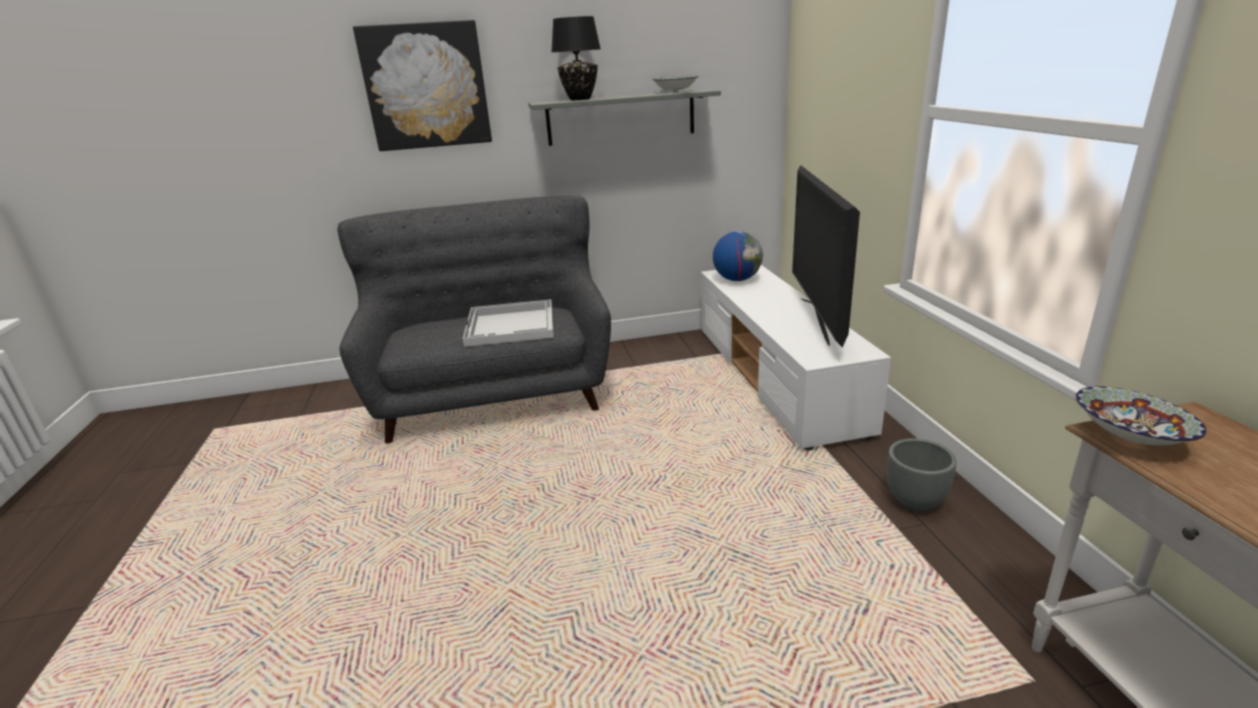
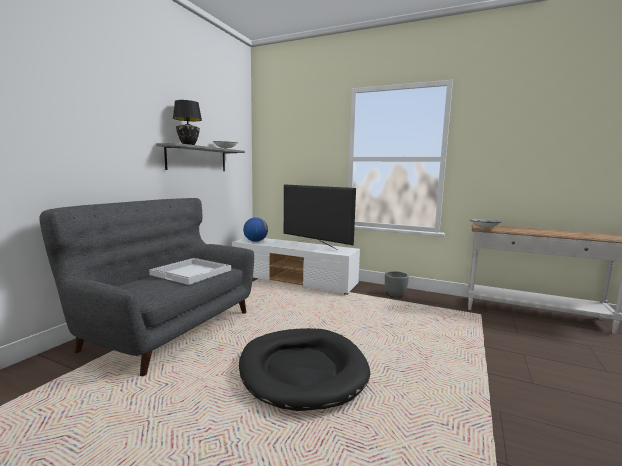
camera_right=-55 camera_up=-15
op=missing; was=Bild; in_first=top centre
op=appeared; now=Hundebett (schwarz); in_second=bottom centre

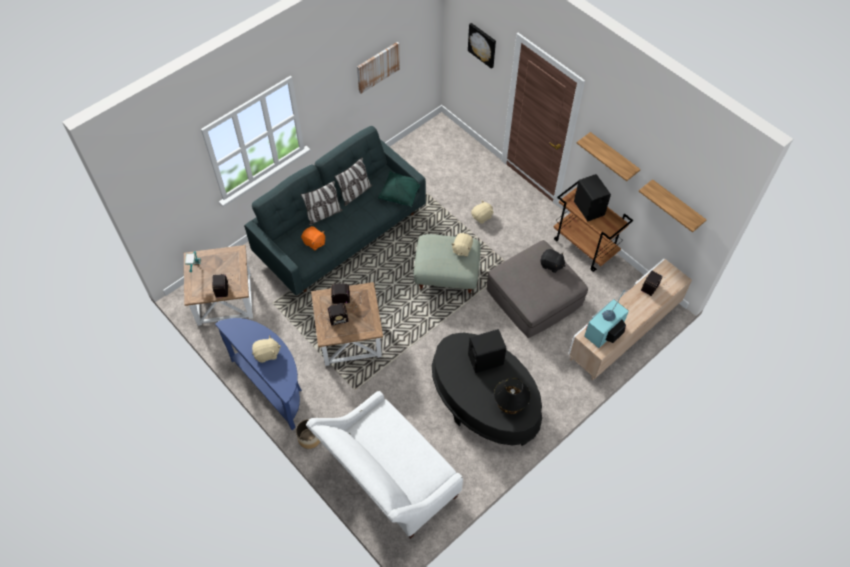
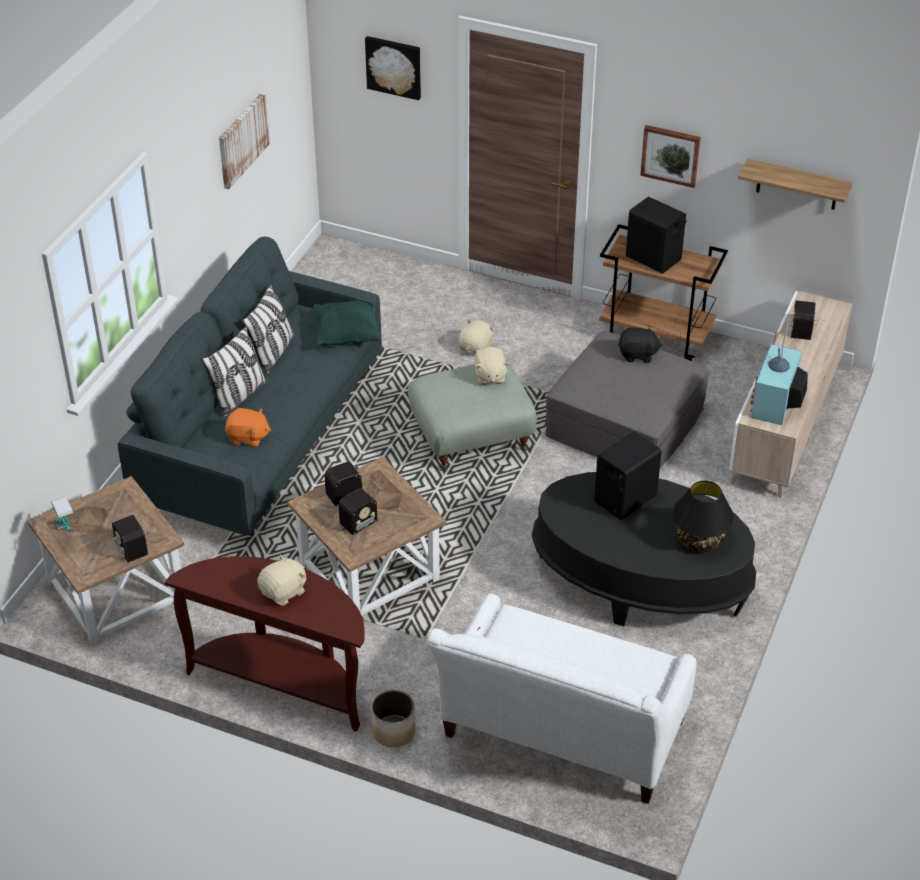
camera_right=-25 camera_up=-15
op=exchanged; was=Wandregal (no. 1 from left); now=Bild (no. 3 from left); in_first=top right; in_second=top right
op=colour; was=Konsolentisch (blau); now=Konsolentisch (braun); in_first=middle left; in_second=bottom left

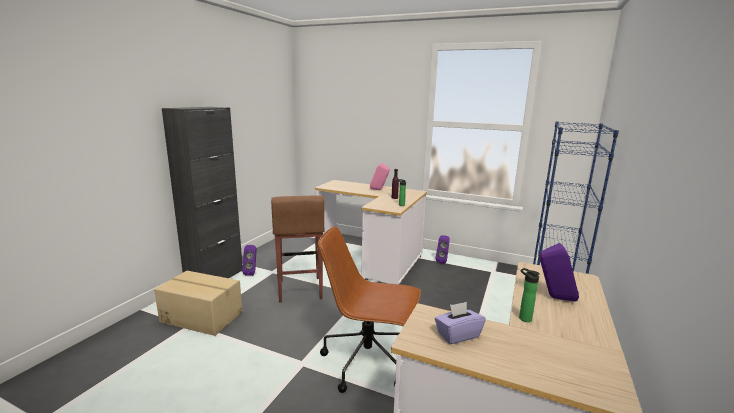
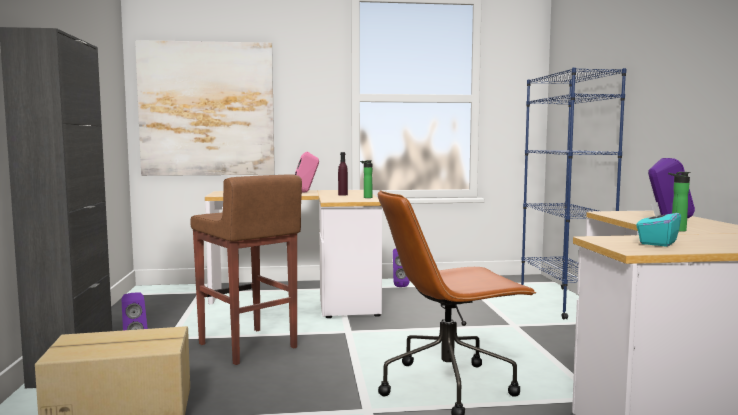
camera_right=-30 camera_up=-10
op=appeared; now=Bild; in_second=top left
op=colour; was=Taschentuchbox (lila); now=Taschentuchbox (türkis); in_first=bottom centre; in_second=middle right

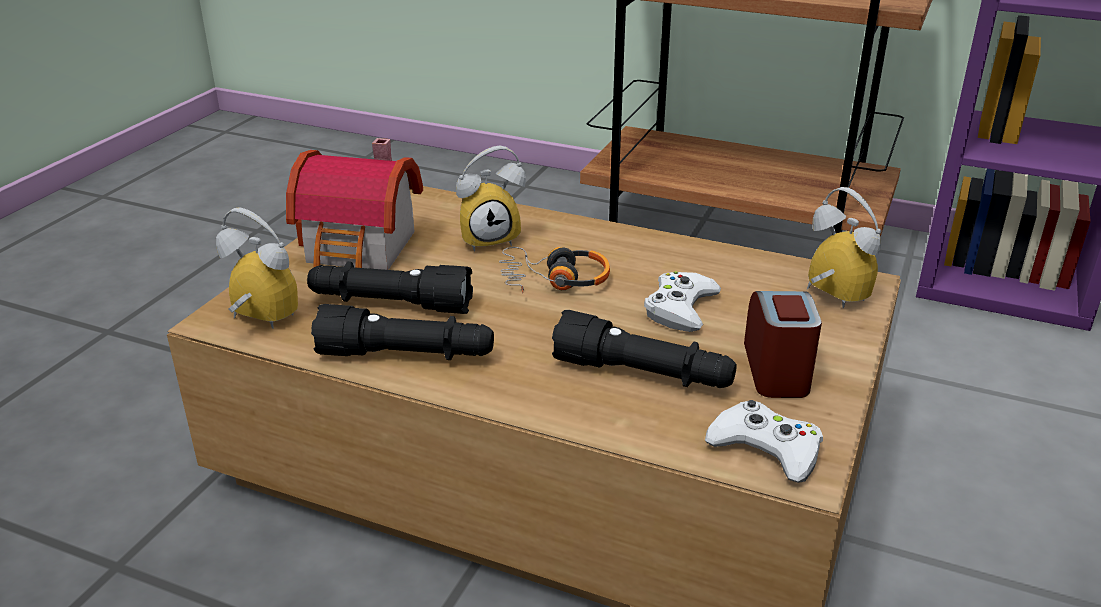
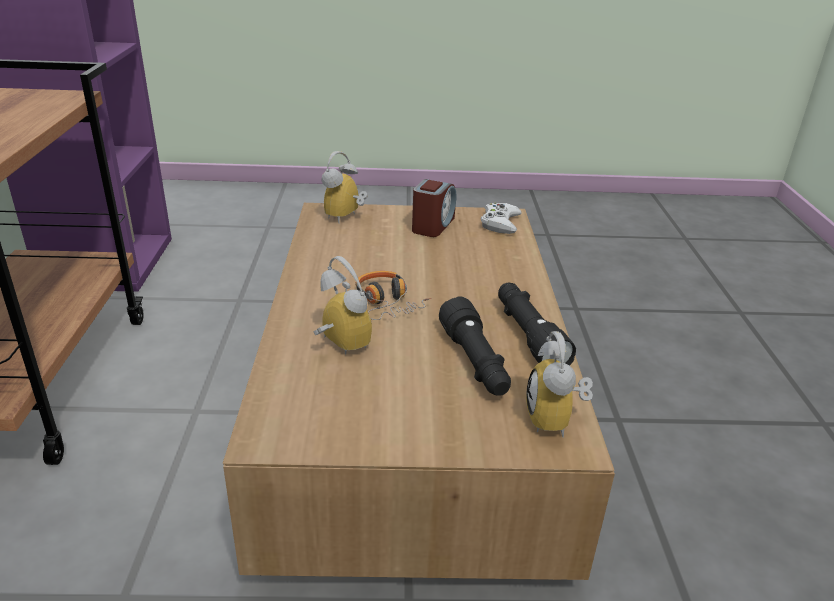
camera_right=-115 camera_up=0
op=missing; was=Spielzeughaus; in_first=middle left
op=missing; was=Taschenlampe (schwarz) (no. 3 from left); in_first=centre
op=missing; was=Gamepad (weiß) (no. 1 from left); in_first=centre
op=spun; was=Wecker (no. 3 from left); in_first=middle right; in_second=centre; clockwise=135

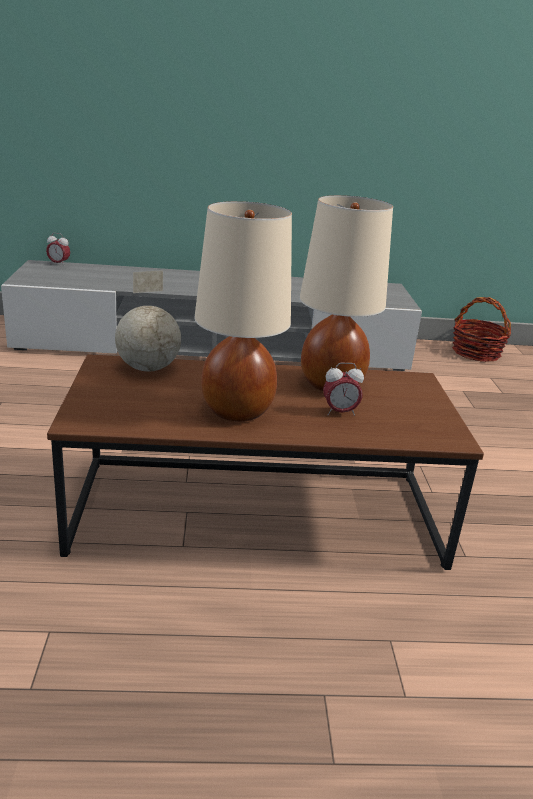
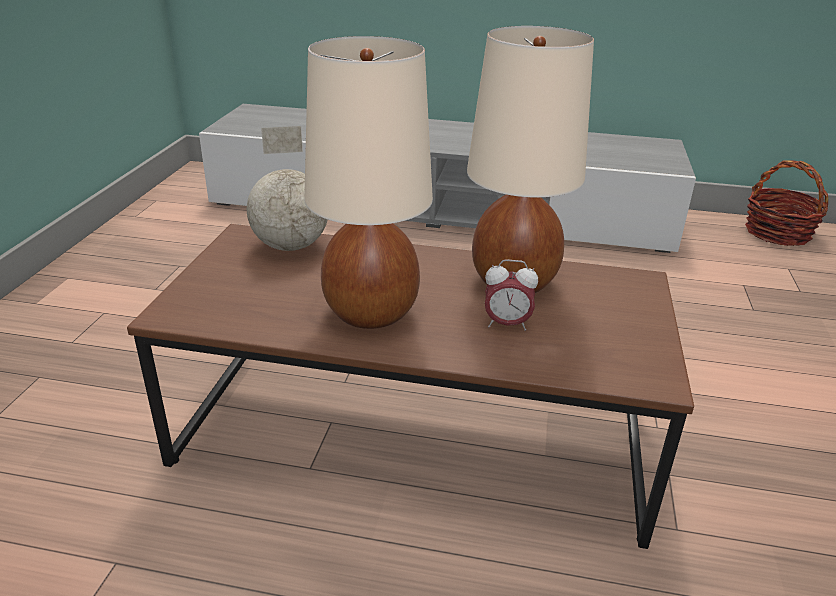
camera_right=15 camera_up=5
op=missing; was=Wecker (no. 1 from left); in_first=top left

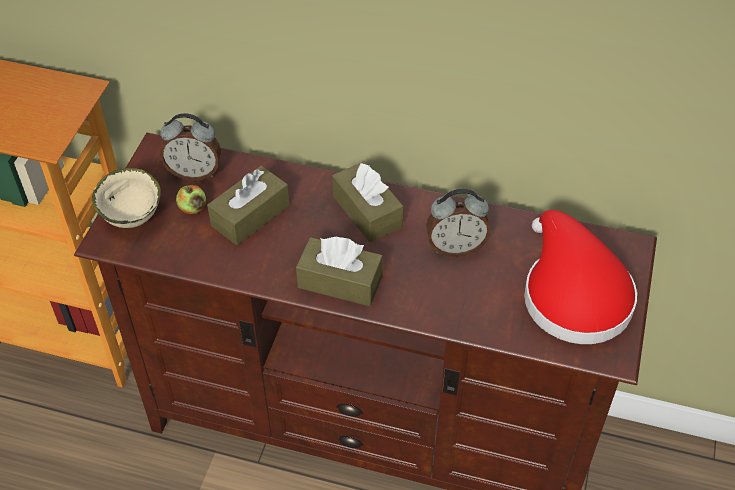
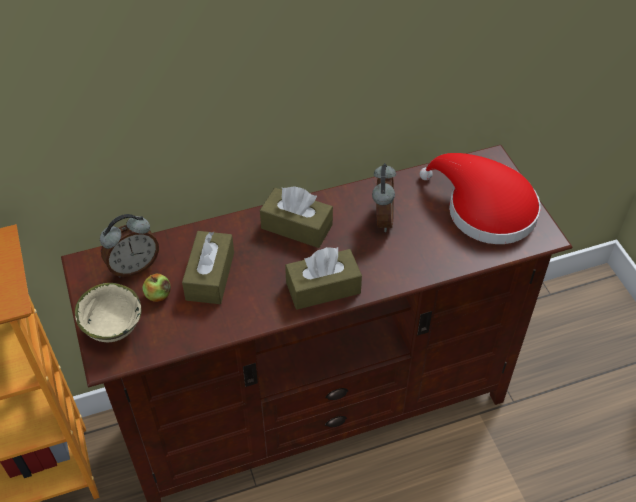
camera_right=-35 camera_up=0
op=spun; was=Wecker (no. 2 from left); in_first=centre; in_second=centre; clockwise=-45

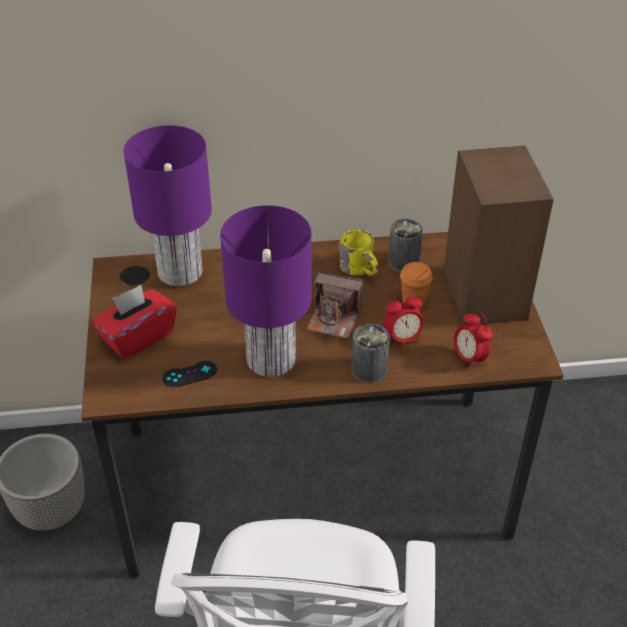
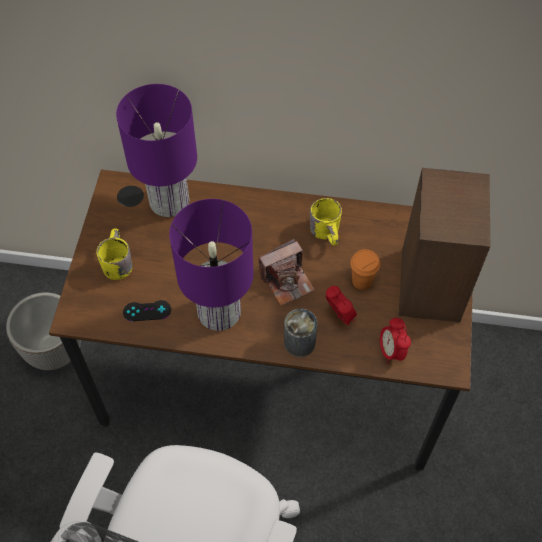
camera_right=15 camera_up=15
op=missing; was=Dose (no. 2 from left); in_first=centre
op=exchanged; was=Taschentuchbox (rot); now=Henkelbecher (gelb) (no. 1 from left); in_first=middle left; in_second=middle left
op=spun; was=Kamera; in_first=centre; in_second=centre; clockwise=-60
op=spun; was=Wecker (no. 1 from left); in_first=centre; in_second=centre; clockwise=-120

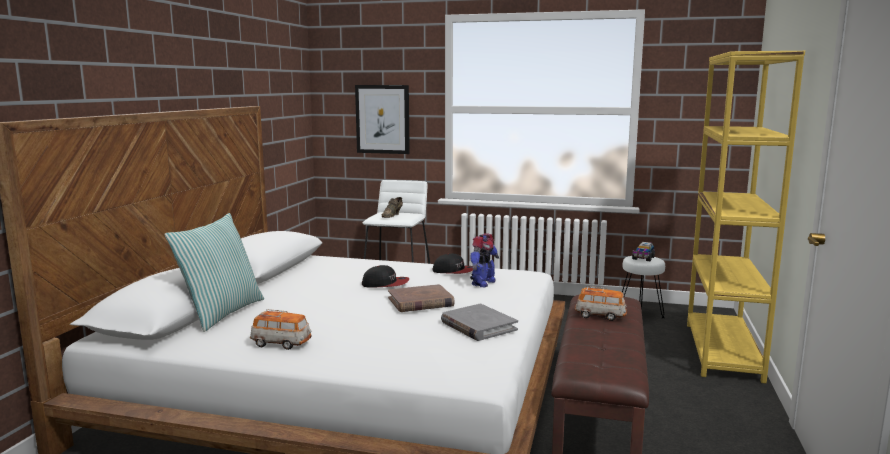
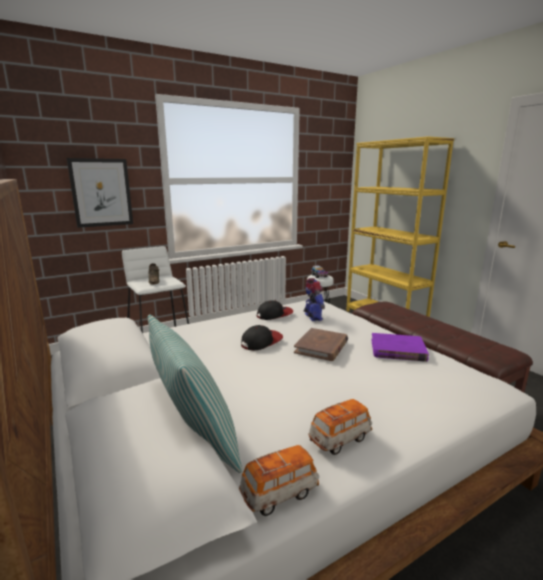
camera_right=-45 camera_up=5
op=relocated; was=Spielzeugauto (no. 2 from left in the first image); now=Spielzeugauto (no. 1 from left); in_first=bottom right; in_second=bottom centre
op=colour; was=Buch (grau); now=Buch (lila); in_first=bottom centre; in_second=middle right

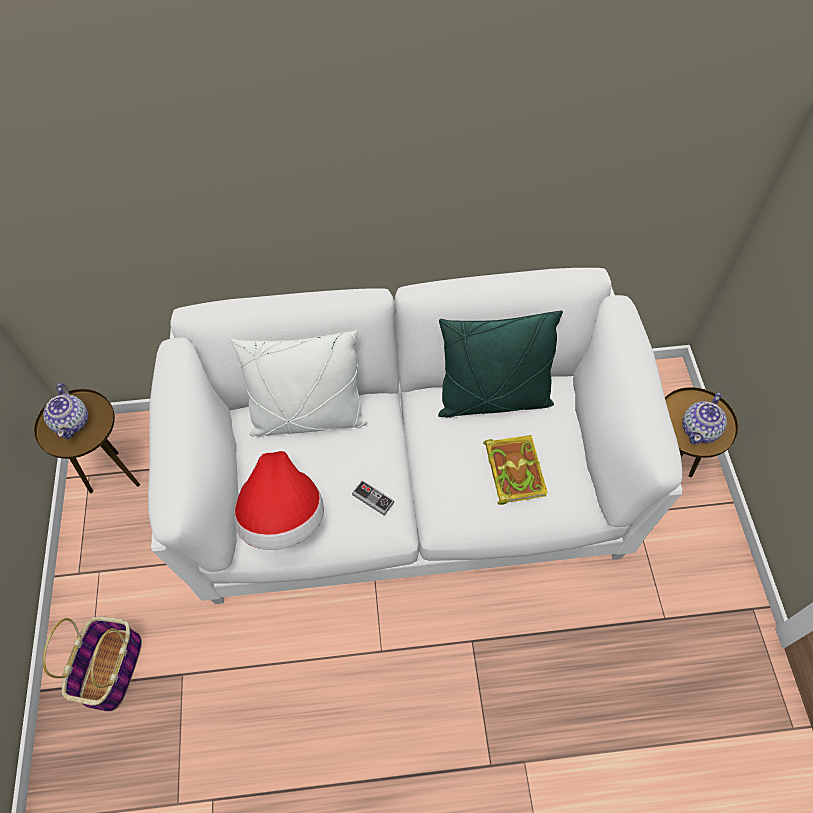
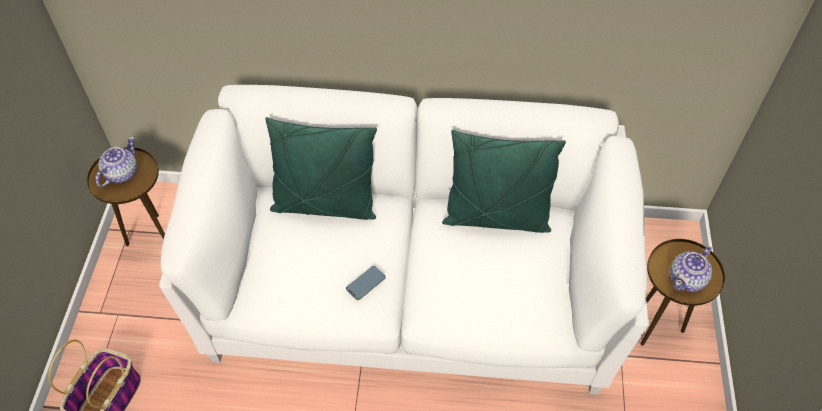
camera_right=10 camera_up=-5
op=missing; was=Hut; in_first=centre
op=missing; was=Buch; in_first=centre
op=exchanged; was=Gamepad; now=Handy; in_first=centre; in_second=bottom centre
op=colour; was=Kissen (weiß); now=Kissen (grün) (no. 1 from left); in_first=centre; in_second=centre
op=spun; was=Teekanne (no. 1 from left); in_first=middle left; in_second=middle left; clockwise=-150

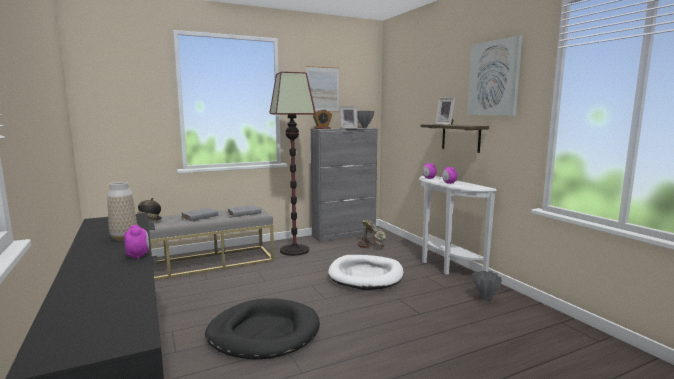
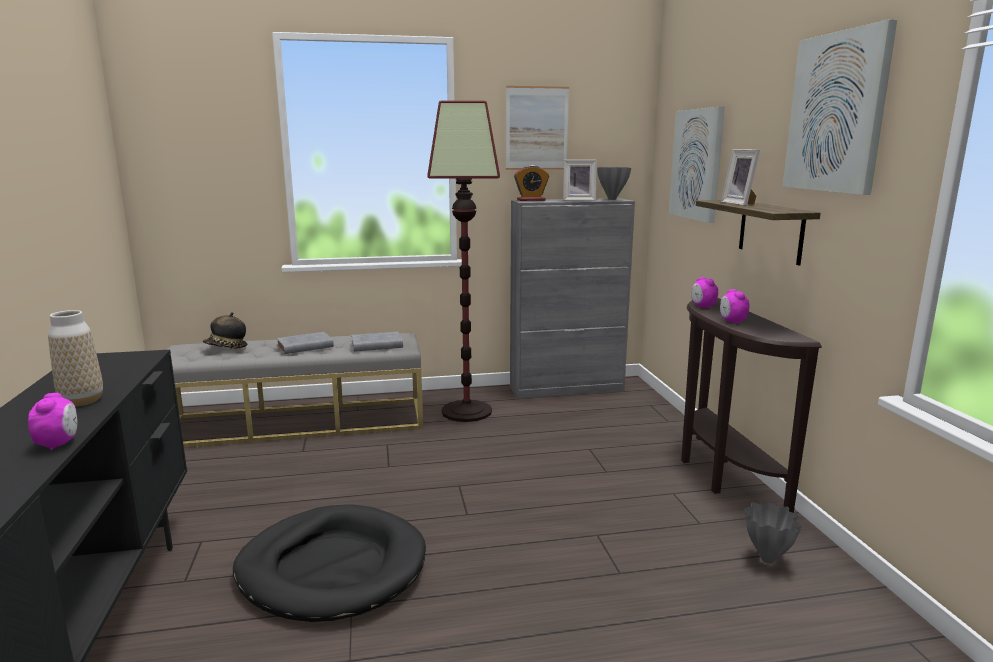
camera_right=15 camera_up=5
op=missing; was=Hundebett (weiß); in_first=bottom centre
op=missing; was=Topfpflanze; in_first=centre
op=appeared; now=Bild (no. 2 from left); in_second=top right
op=colour; was=Konsolentisch (weiß); now=Konsolentisch (braun); in_first=middle right; in_second=middle right

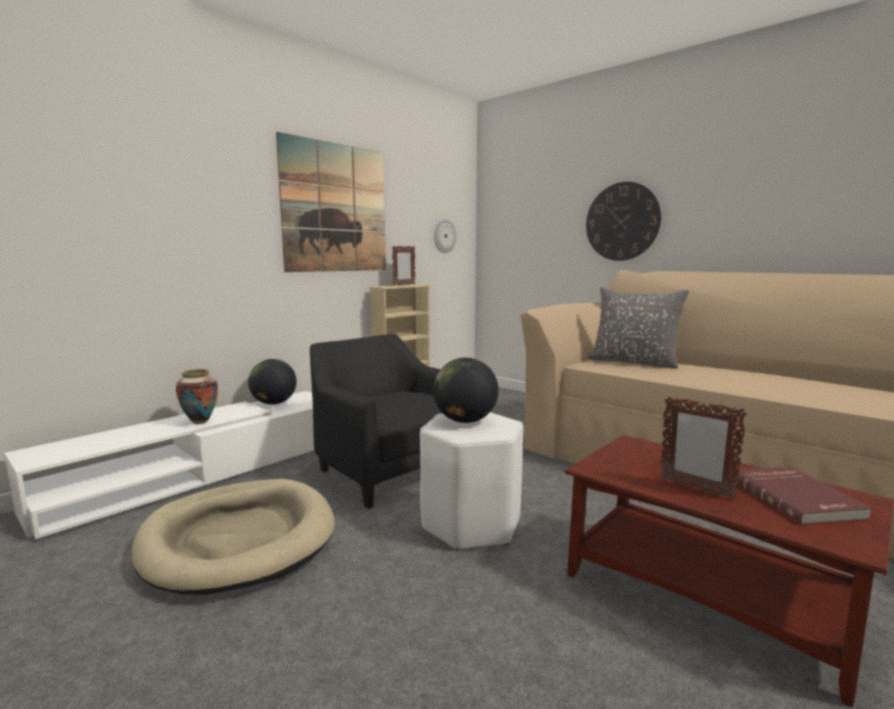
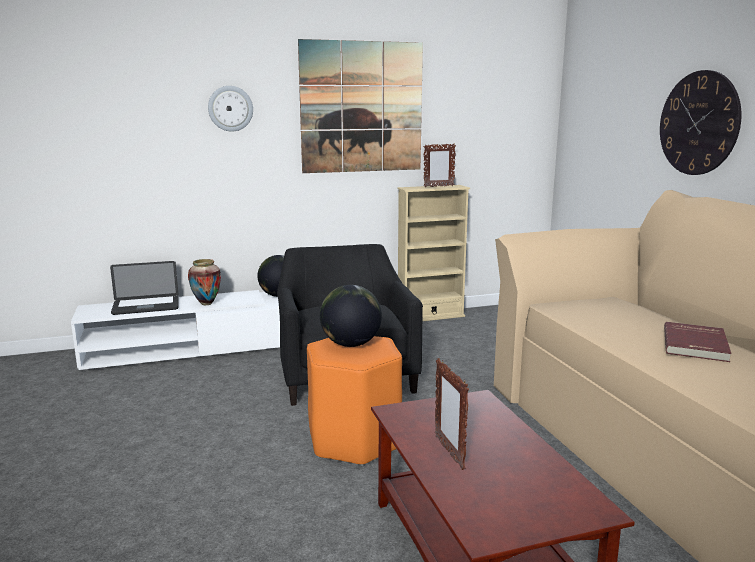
camera_right=30 camera_up=5
op=missing; was=Hundebett (beige); in_first=bottom left
op=missing; was=Kissen (grau); in_first=middle right
op=appeared; now=Laptop; in_second=middle left
op=relocated; was=Wanduhr (no. 1 from left); in_first=top centre; in_second=top left
op=relocated; was=Buch (rot); in_first=bottom right; in_second=middle right
op=colour; was=Hocker (weiß); now=Hocker (orange); in_first=bottom centre; in_second=bottom centre

